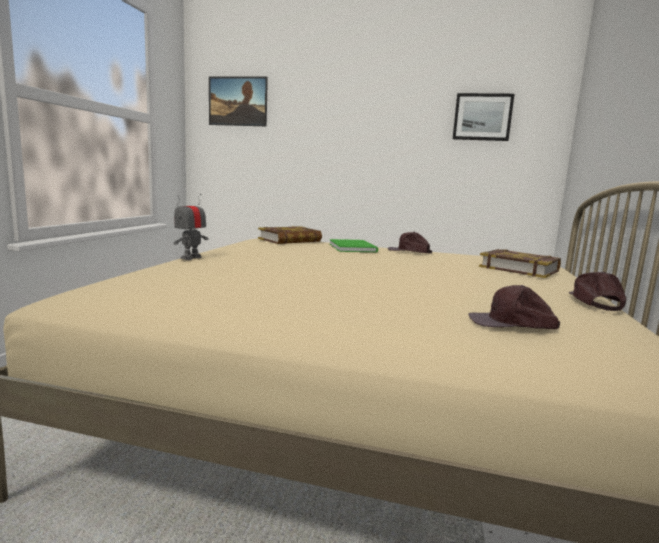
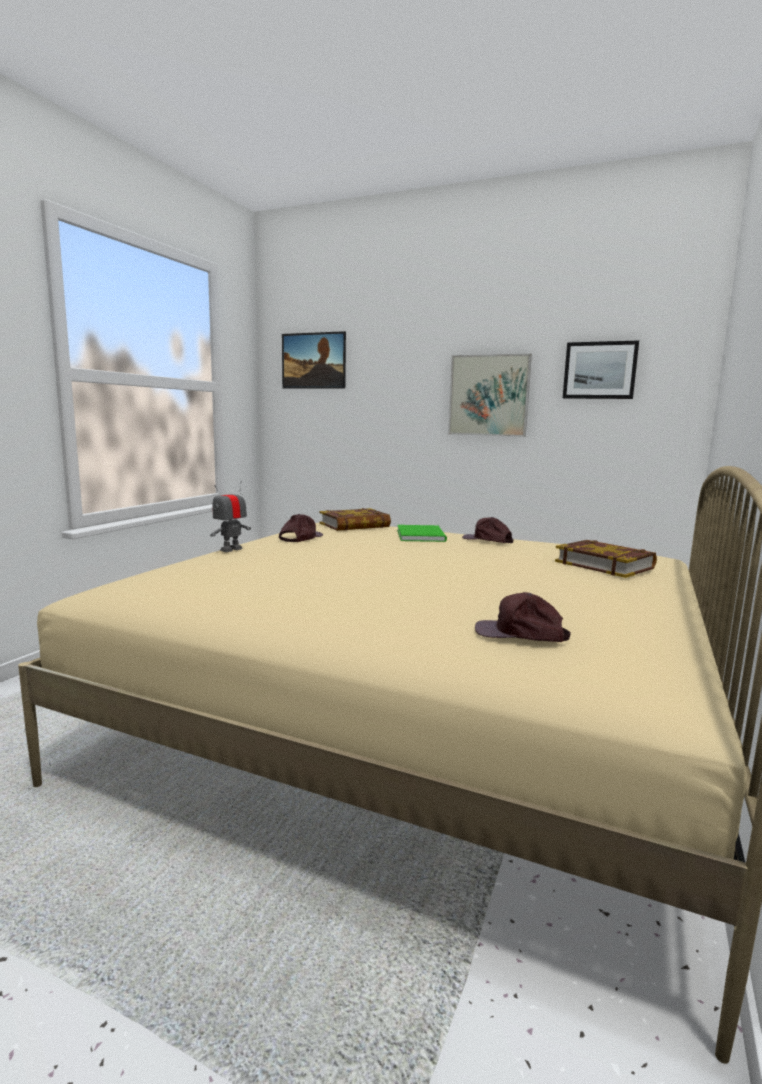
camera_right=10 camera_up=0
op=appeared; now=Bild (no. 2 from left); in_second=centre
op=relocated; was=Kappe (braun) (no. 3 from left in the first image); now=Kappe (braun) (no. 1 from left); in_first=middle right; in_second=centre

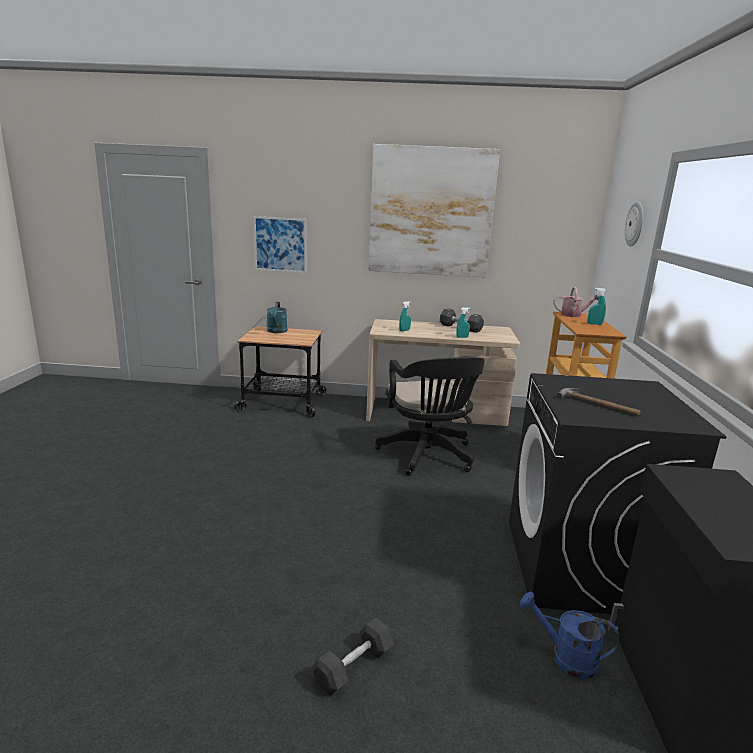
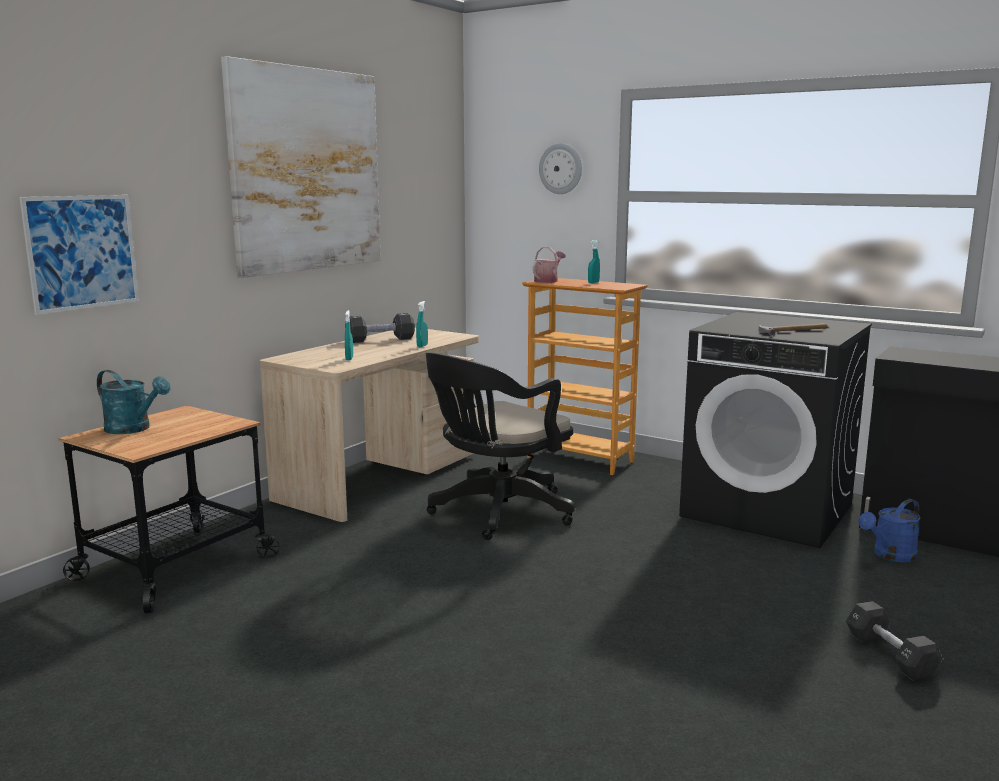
camera_right=-60 camera_up=-5
op=spun; was=Bürostuhl (schwarz); in_first=centre; in_second=centre; clockwise=120

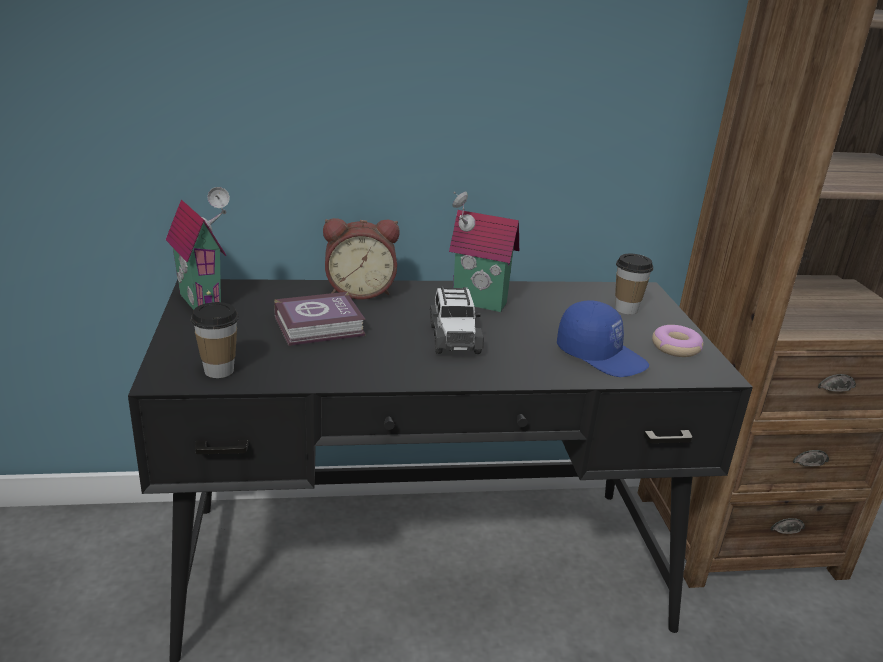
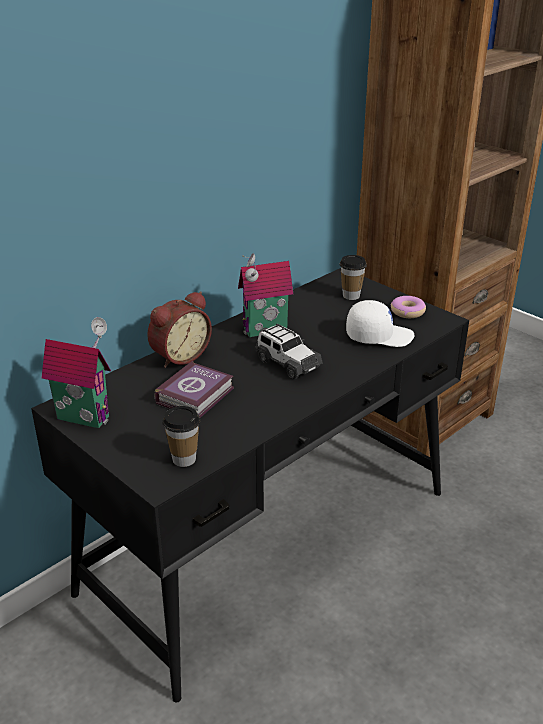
camera_right=-35 camera_up=5
op=colour; was=Kappe (blau); now=Kappe (weiß); in_first=middle right; in_second=middle right

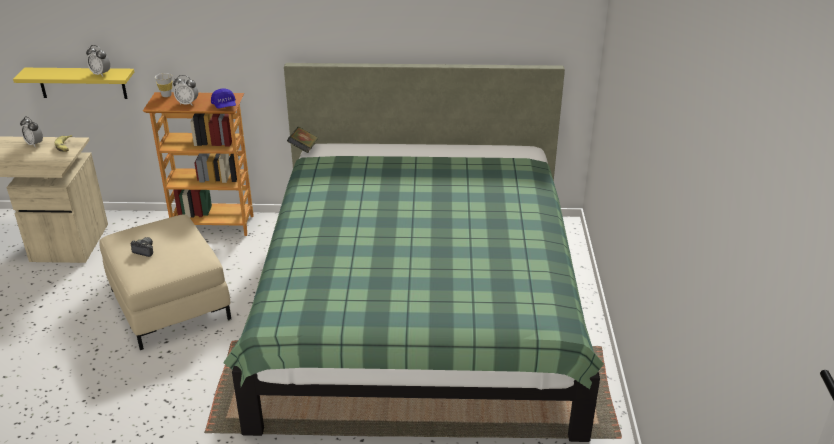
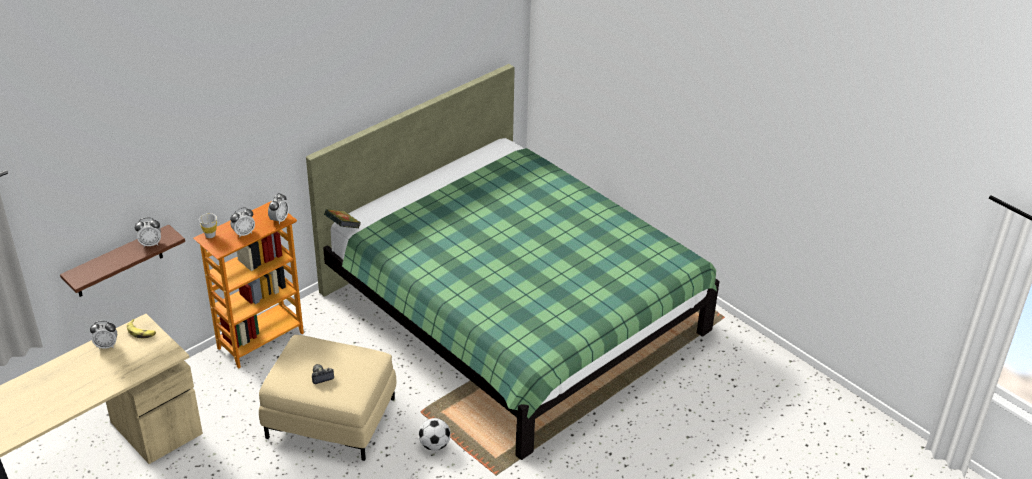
camera_right=-45 camera_up=5
op=appeared; now=Fußball; in_second=bottom centre
op=exchanged; was=Kappe (blau); now=Wecker (no. 4 from left); in_first=top left; in_second=middle left
op=colour; was=Wandregal (gelb); now=Wandregal (braun); in_first=top left; in_second=middle left

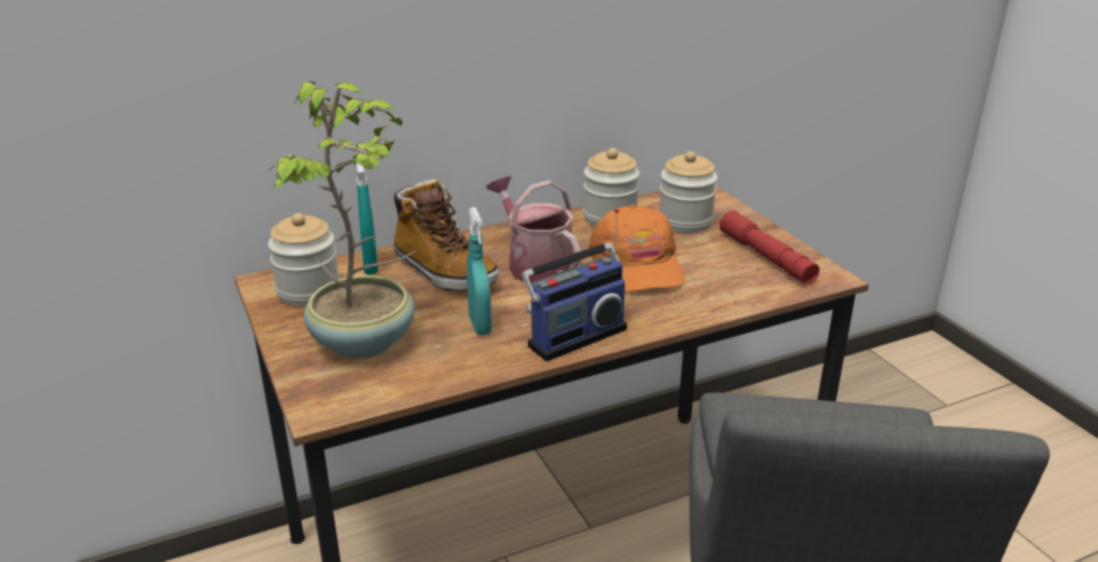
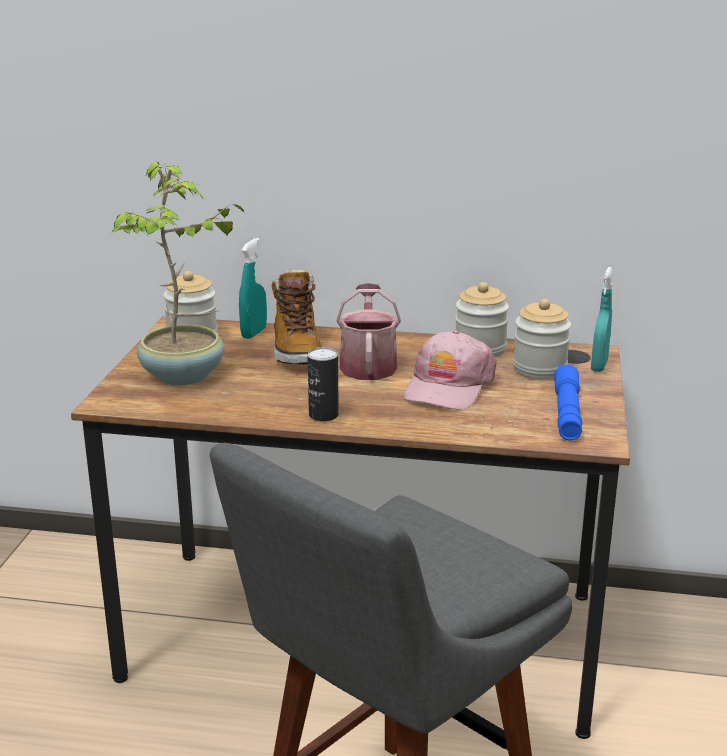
camera_right=35 camera_up=-5
op=relocated; was=Sprühflasche (türkis) (no. 2 from left); in_first=centre; in_second=middle right
op=exchanged; was=Radio; now=Dose; in_first=centre; in_second=centre
op=colour; was=Kappe (orange); now=Kappe (rosa); in_first=centre; in_second=centre
op=colour; was=Taschenlampe (rot); now=Taschenlampe (blau); in_first=middle right; in_second=middle right

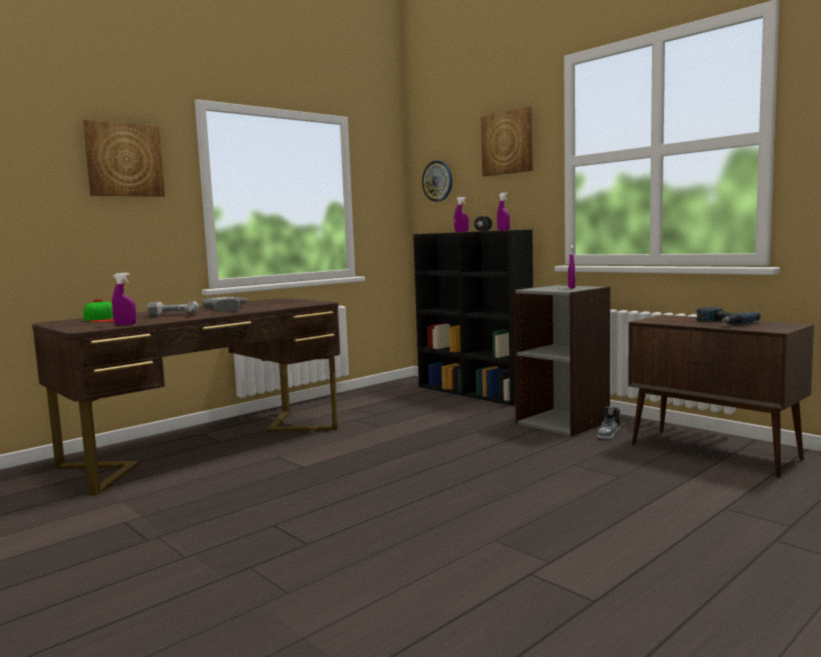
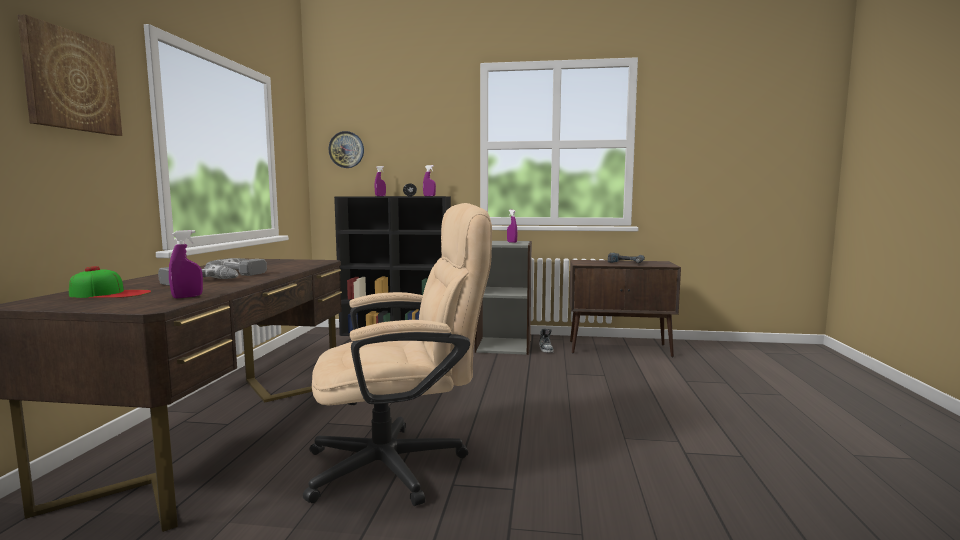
camera_right=-40 camera_up=0
op=missing; was=Bild (no. 2 from left); in_first=top centre
op=appeared; now=Bürostuhl (beige); in_second=centre

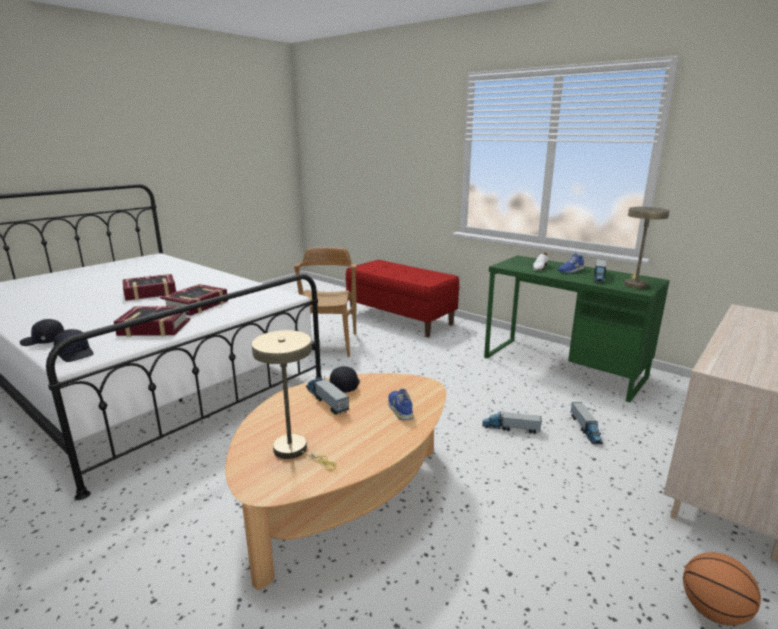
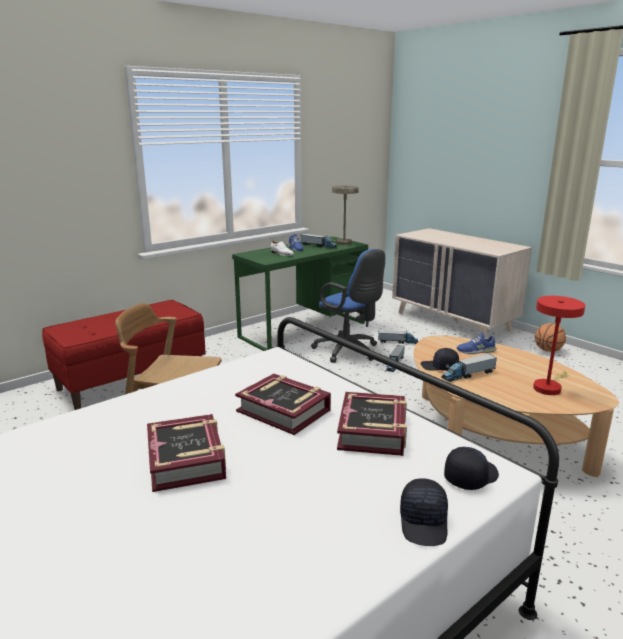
camera_right=-80 camera_up=0
op=appeared; now=Bürostuhl (blau); in_second=centre
op=colour; was=Tischlampe (beige) (no. 1 from left); now=Tischlampe (rot); in_first=centre; in_second=middle right

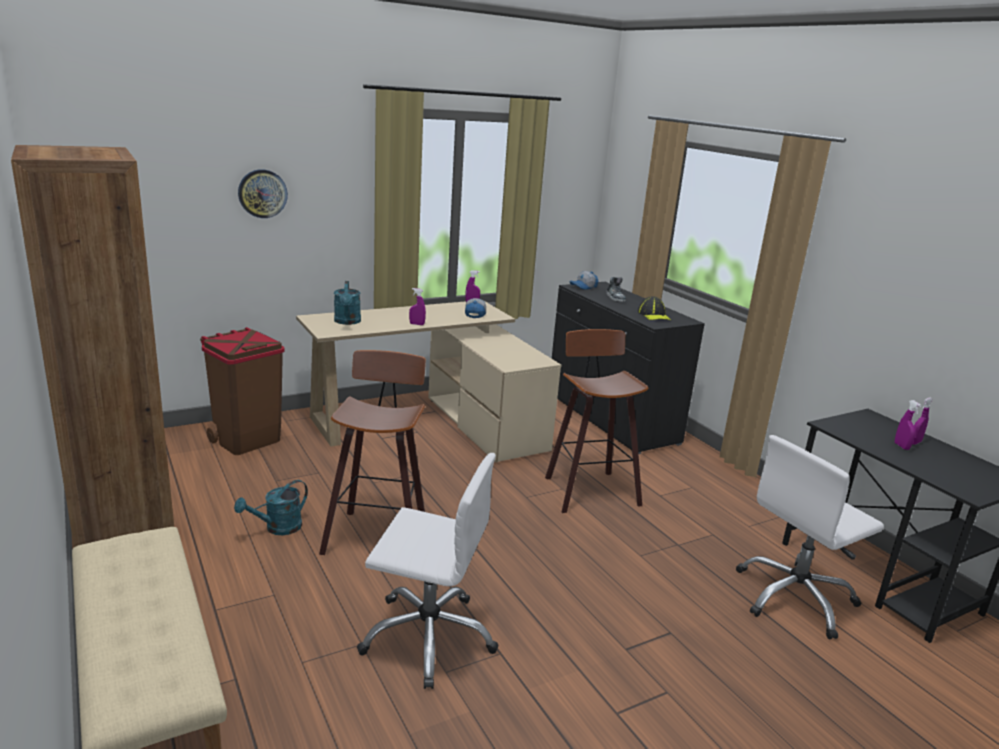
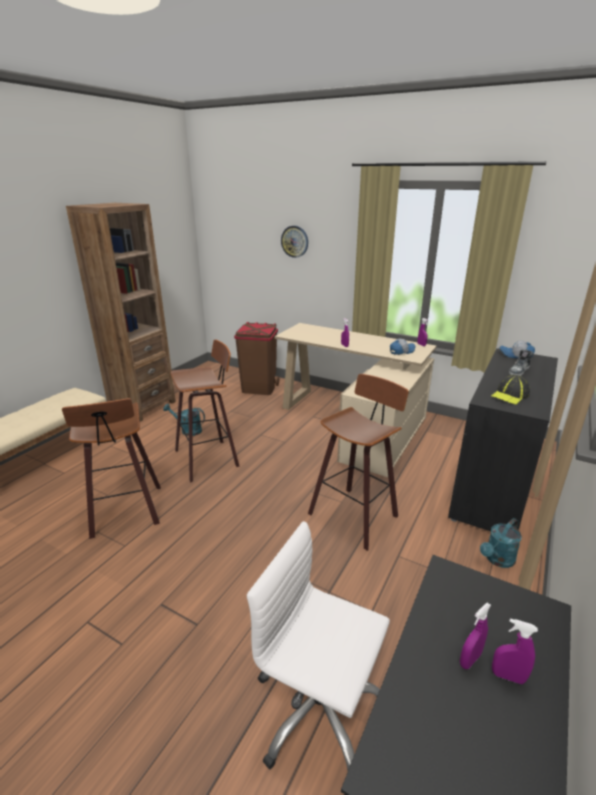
camera_right=60 camera_up=5
op=relocated; was=Gießkanne (türkis) (no. 2 from left); in_first=centre; in_second=bottom right
op=exchanged; was=Bürostuhl (weiß) (no. 1 from left); now=Hocker (no. 1 from left); in_first=bottom centre; in_second=middle left

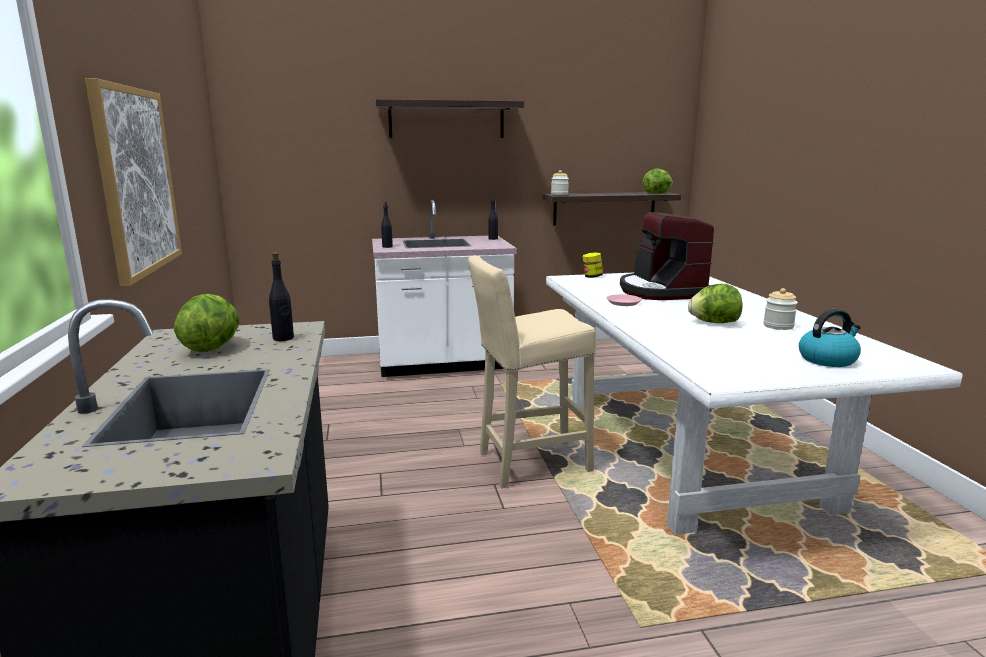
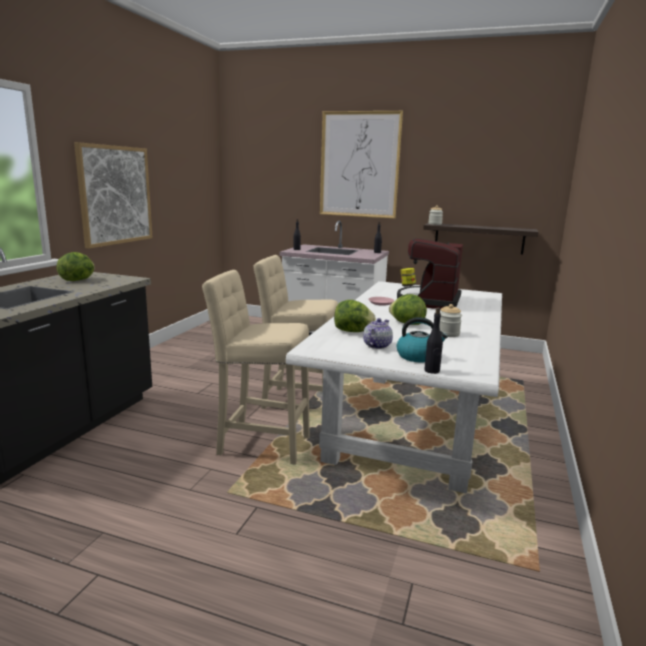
camera_right=30 camera_up=0
op=appeared; now=Hocker (beige) (no. 1 from left); in_second=centre
op=appeared; now=Teekanne; in_second=centre
op=relocated; was=Flasche (schwarz) (no. 1 from left in the first image); now=Flasche (schwarz) (no. 3 from left); in_first=middle left; in_second=middle right
op=relocated; was=Salatkopf (no. 2 from left); in_first=top centre; in_second=centre
op=exchanged; was=Wandregal (no. 1 from left); now=Bild (no. 2 from left); in_first=top centre; in_second=top centre

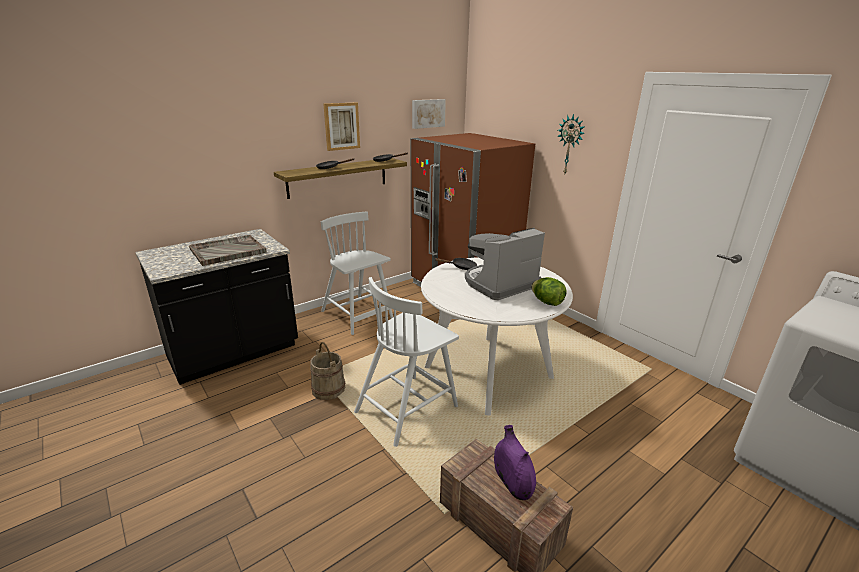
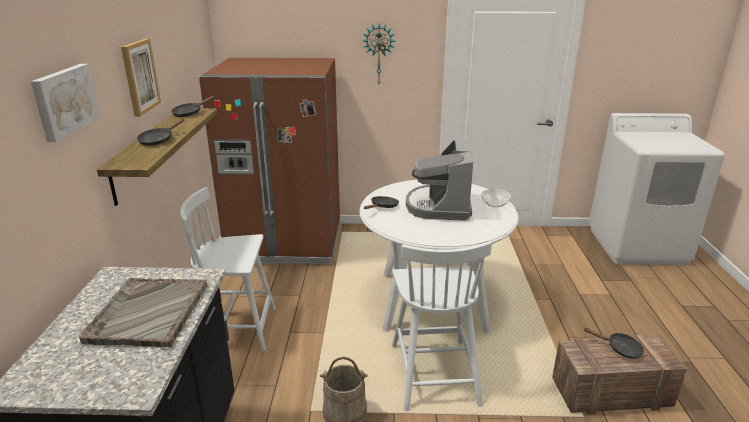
camera_right=-50 camera_up=0
op=relocated; was=Bild (no. 2 from left in the first image); now=Bild (no. 1 from left); in_first=top centre; in_second=top left
op=exchanged; was=Vase (lila); now=Pfanne (schwarz) (no. 4 from left); in_first=bottom centre; in_second=bottom right
op=exchanged; was=Salatkopf; now=Schüssel; in_first=centre; in_second=centre

